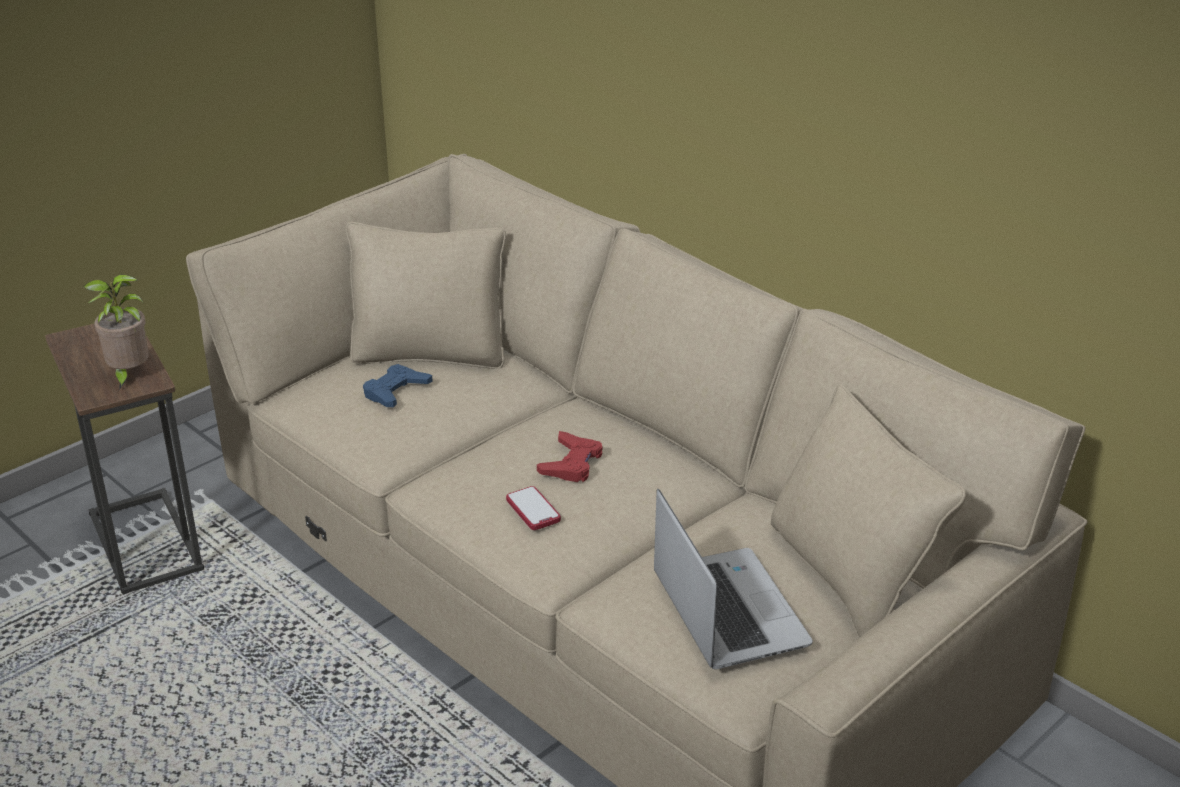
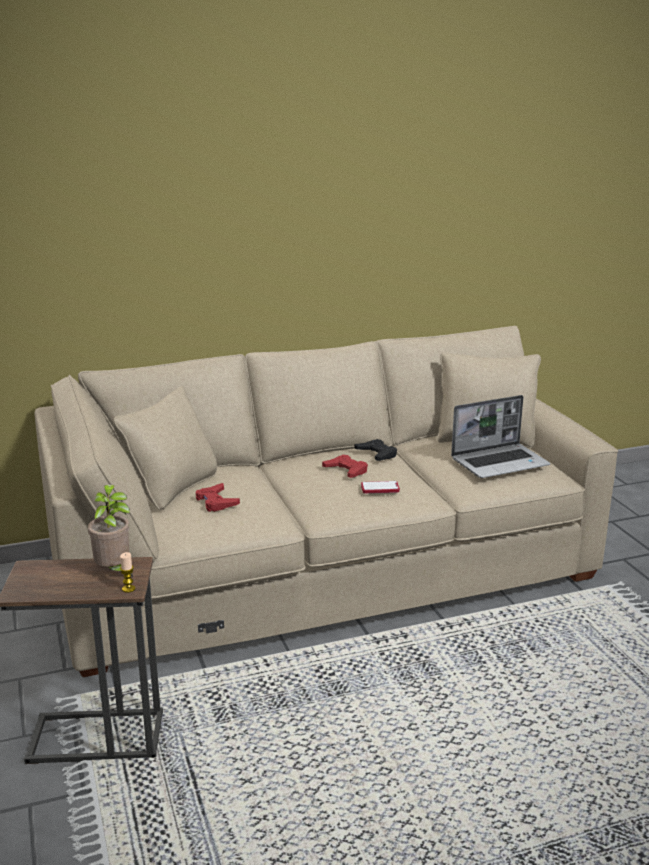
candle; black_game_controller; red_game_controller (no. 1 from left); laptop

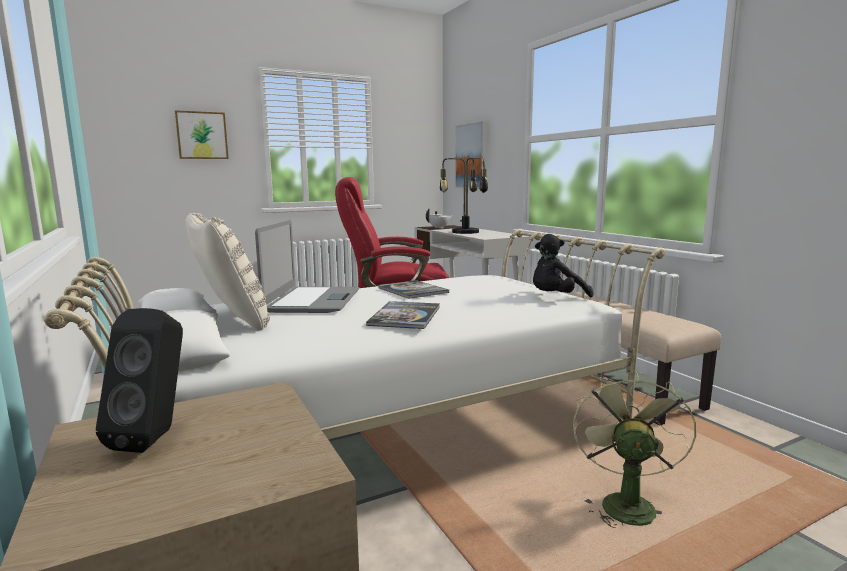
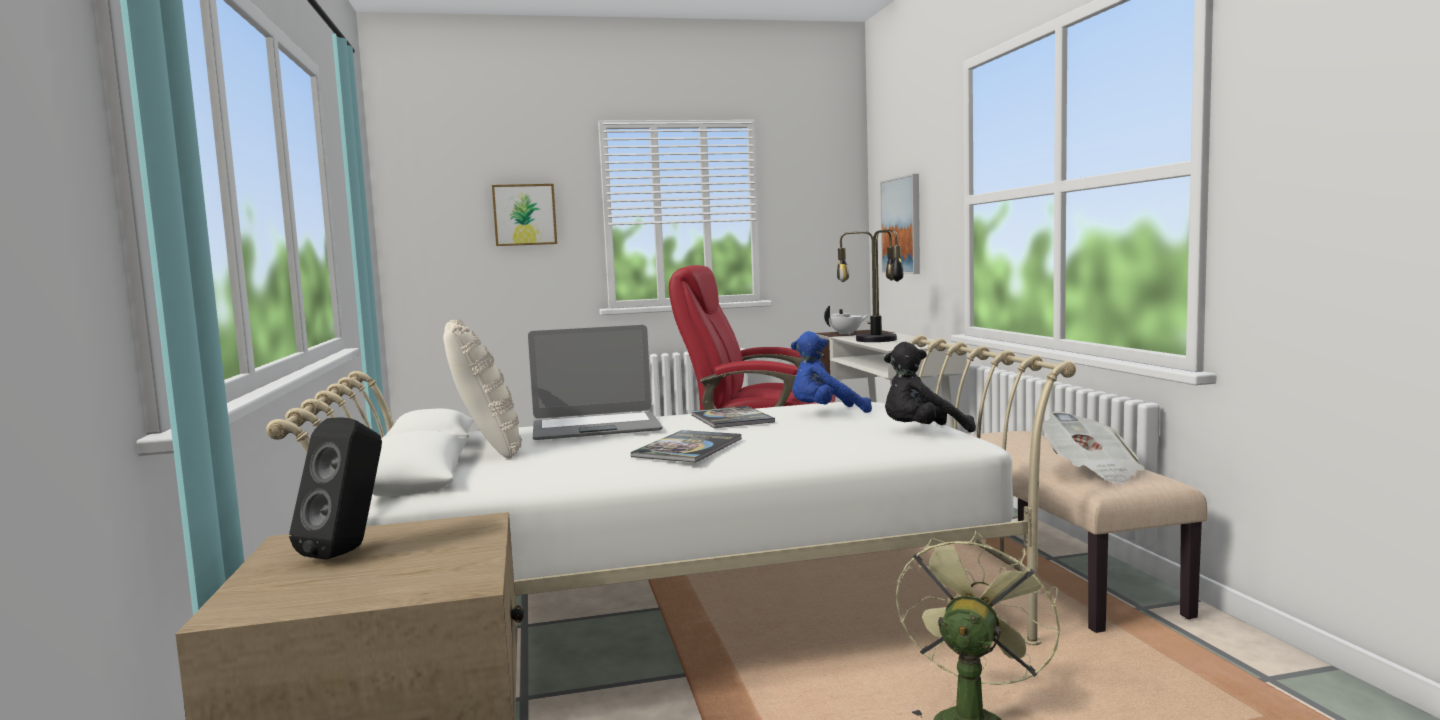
blue_plush_toy; newspaper; laptop

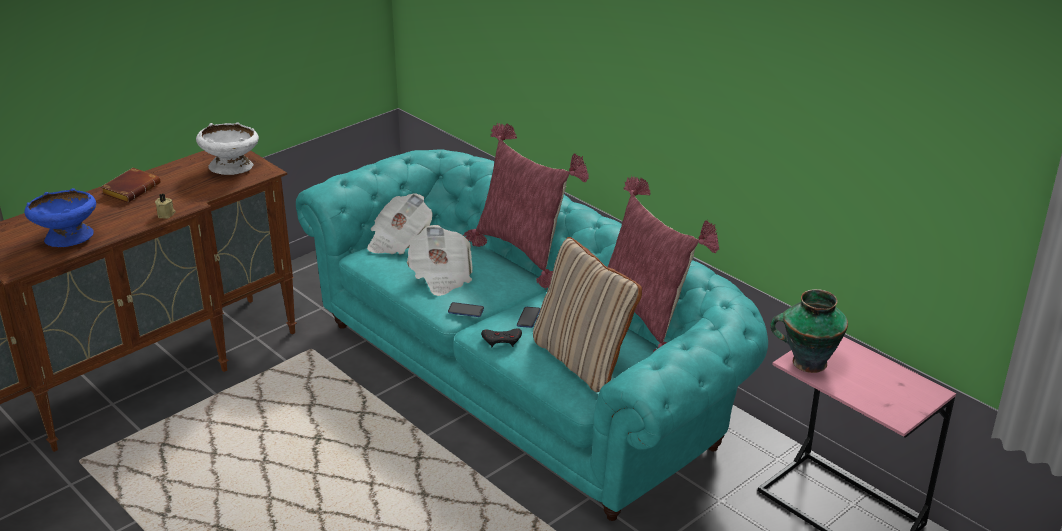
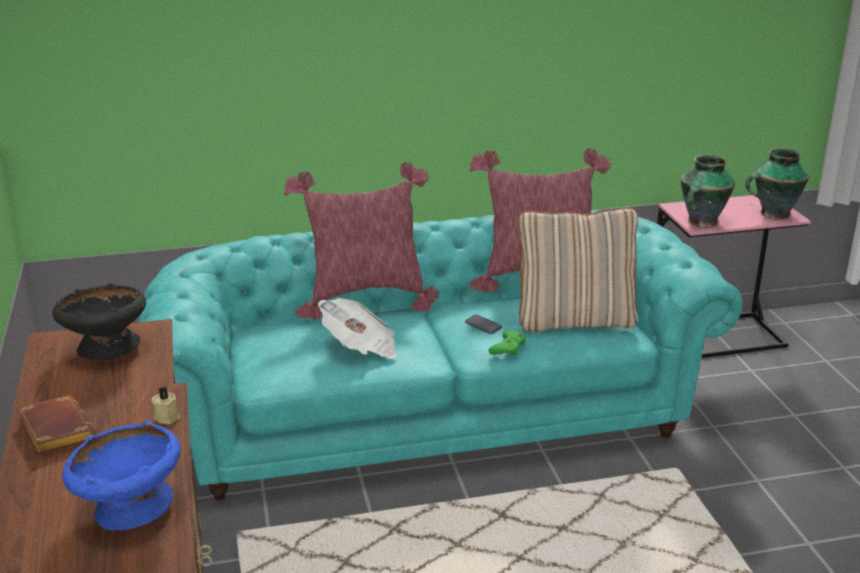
newspaper (no. 1 from left in the first image); phone (no. 1 from left in the first image); vase (no. 2 from left); black_bowl; green_game_controller

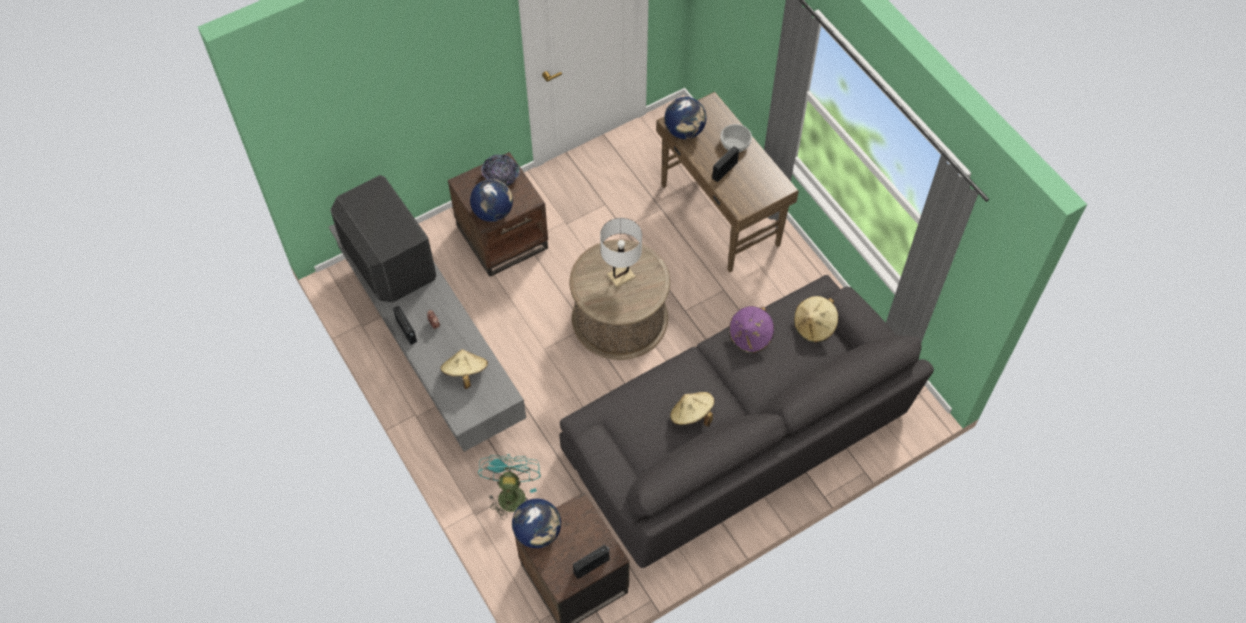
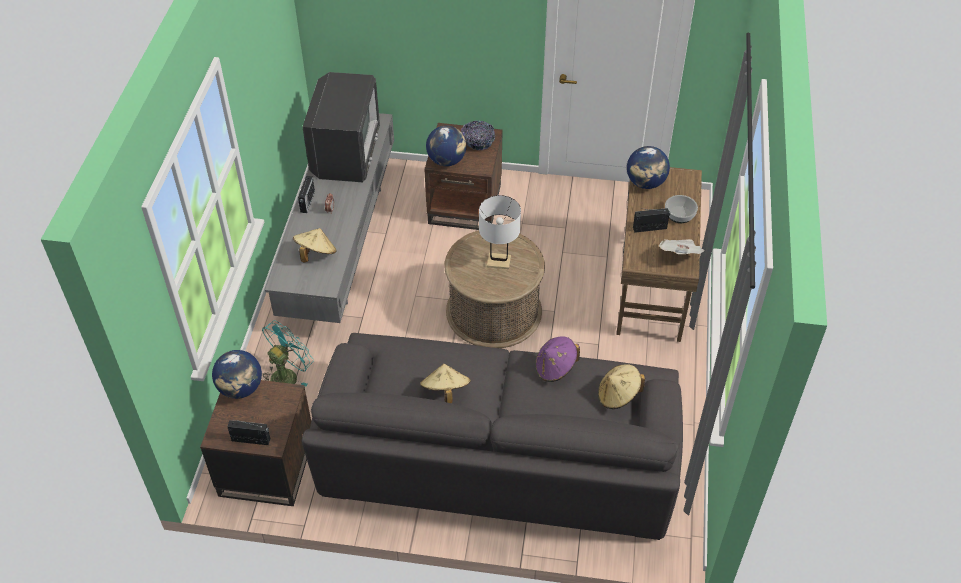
newspaper

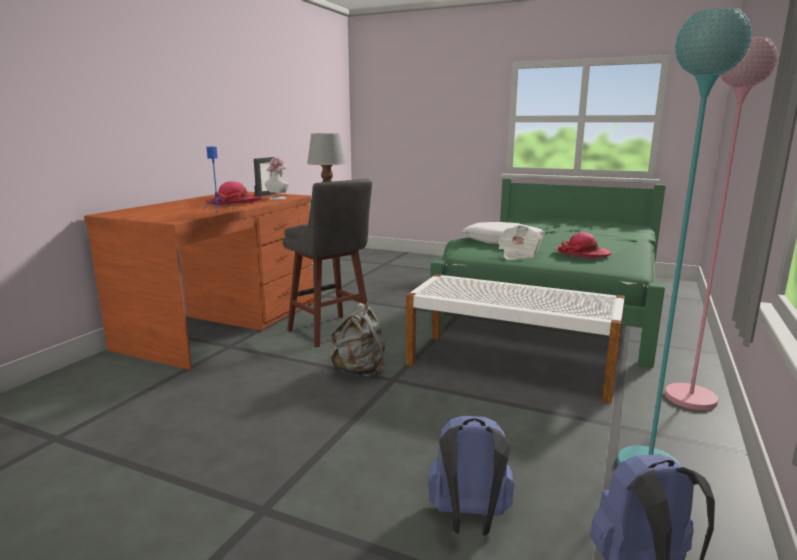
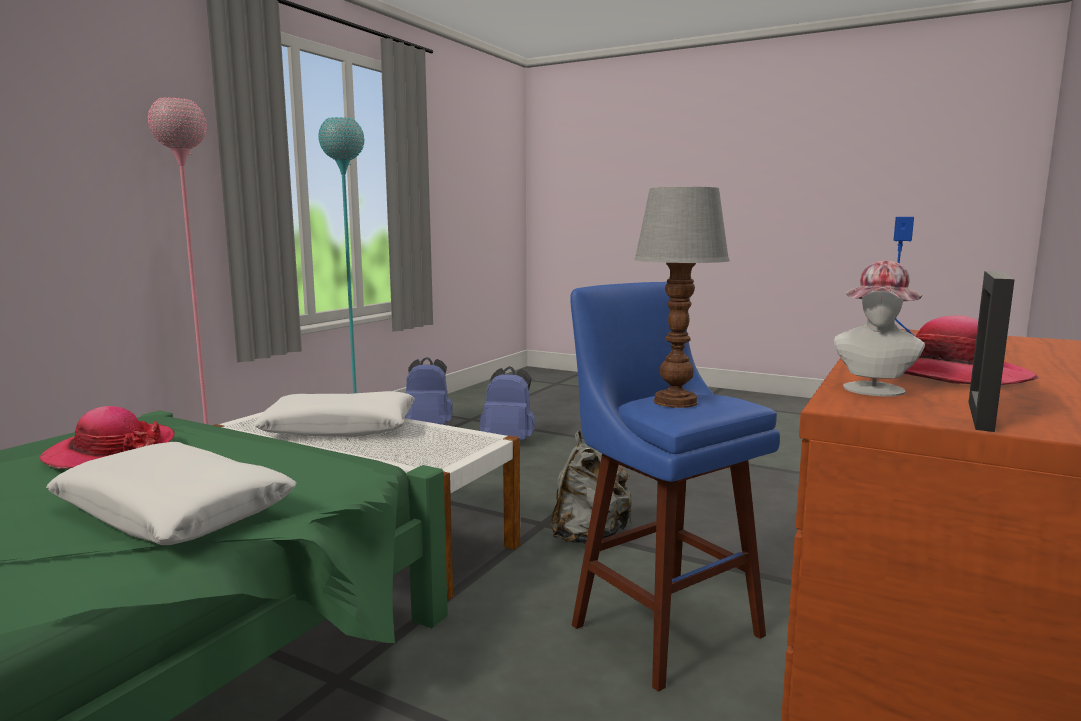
newspaper; white_pillow (no. 2 from left); blue_stool

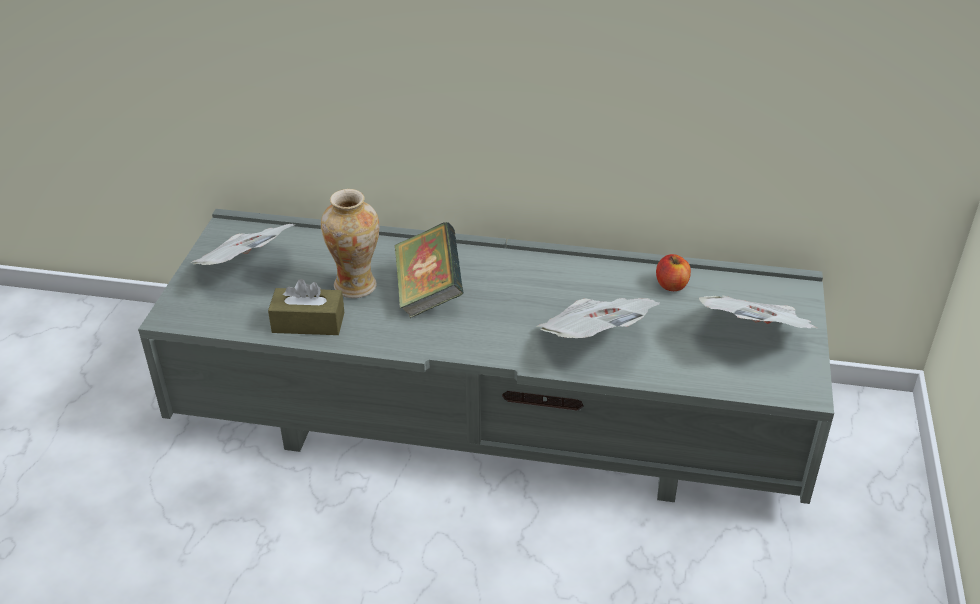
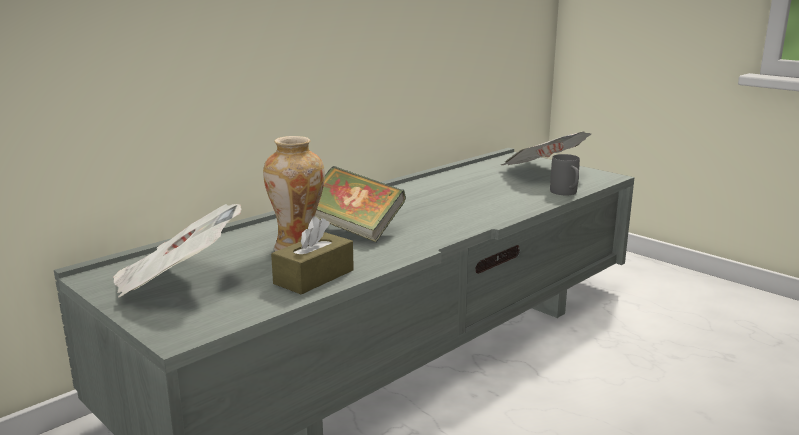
newspaper (no. 2 from left in the first image); apple; grey_mug

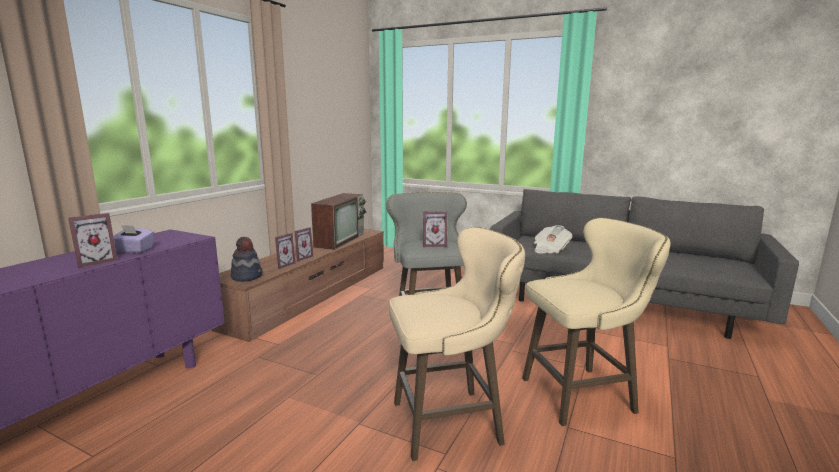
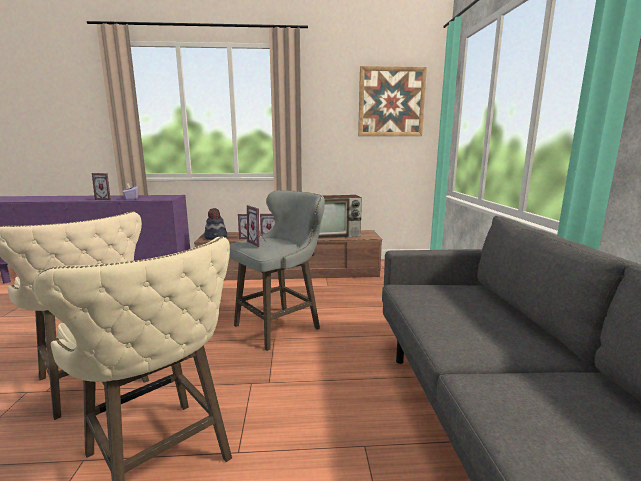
newspaper; picture

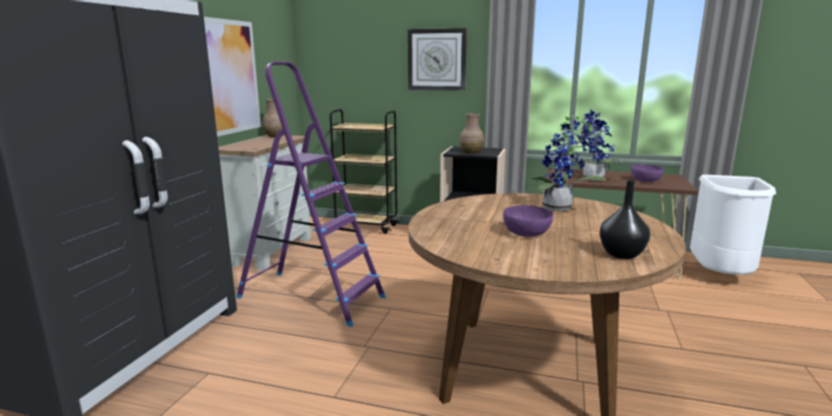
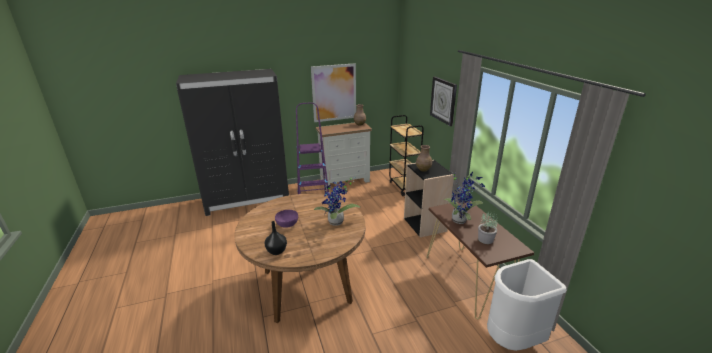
potted_plant (no. 3 from left)

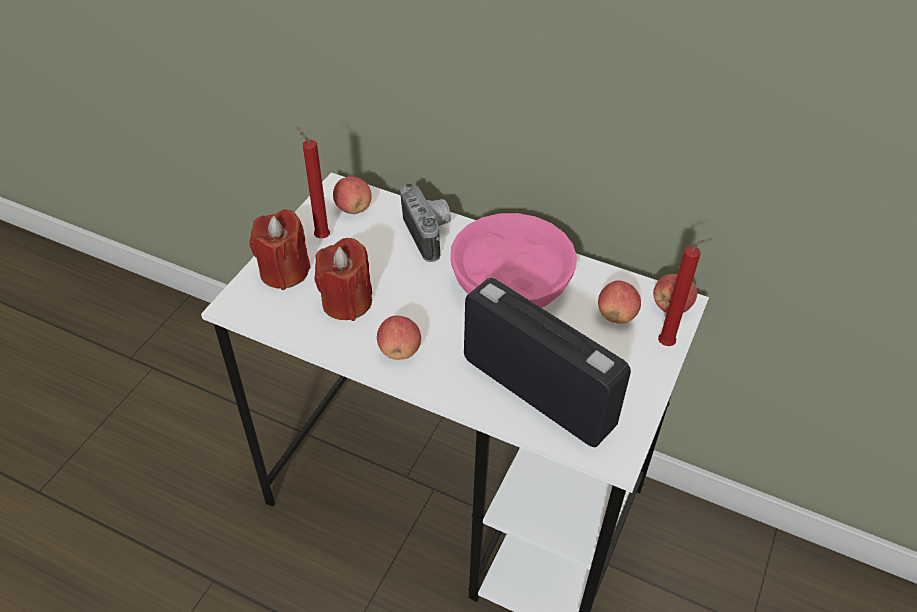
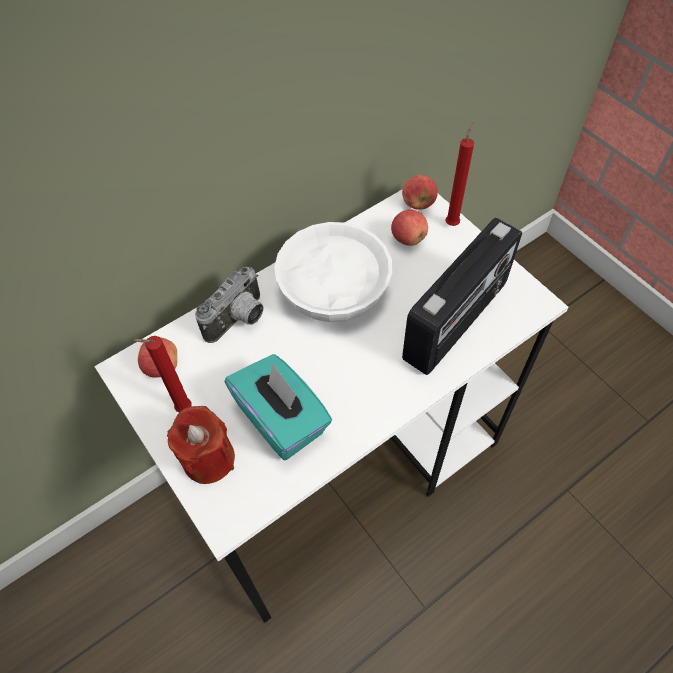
apple (no. 2 from left in the first image); turquoise_tissue_box; white_bowl; photo_camera; radio

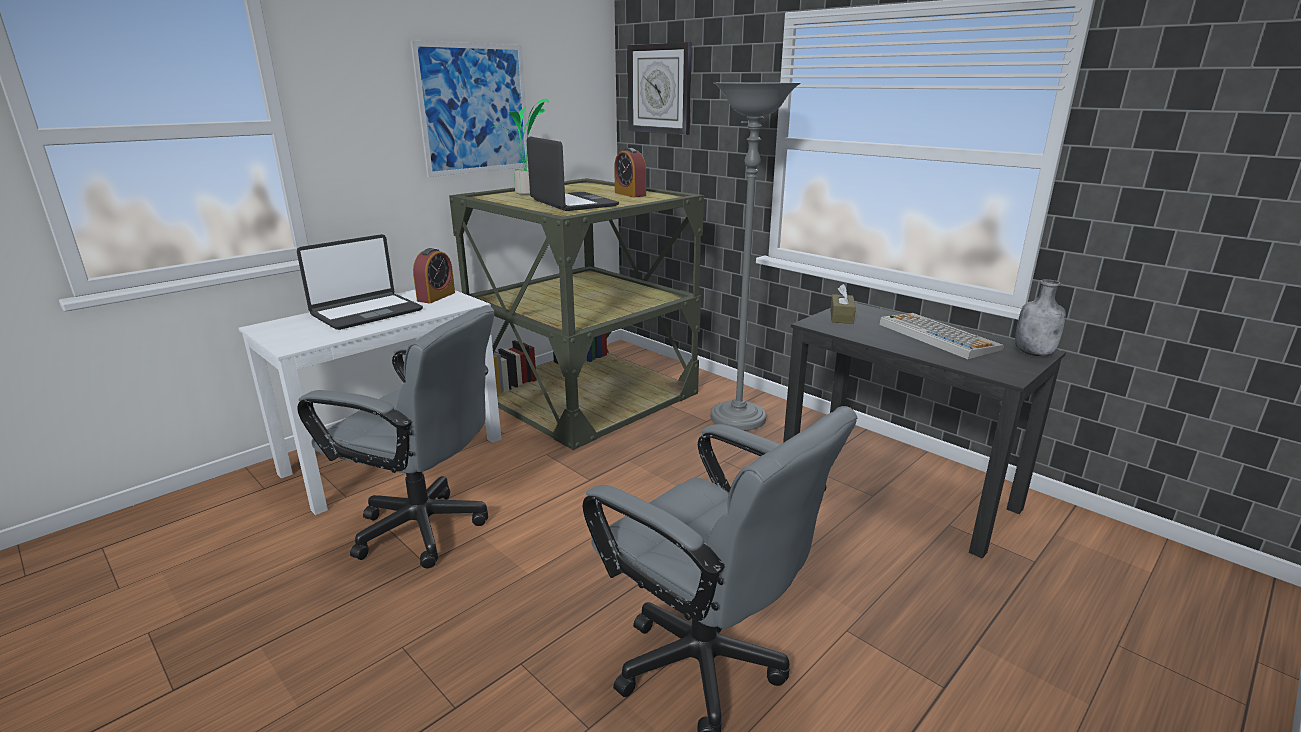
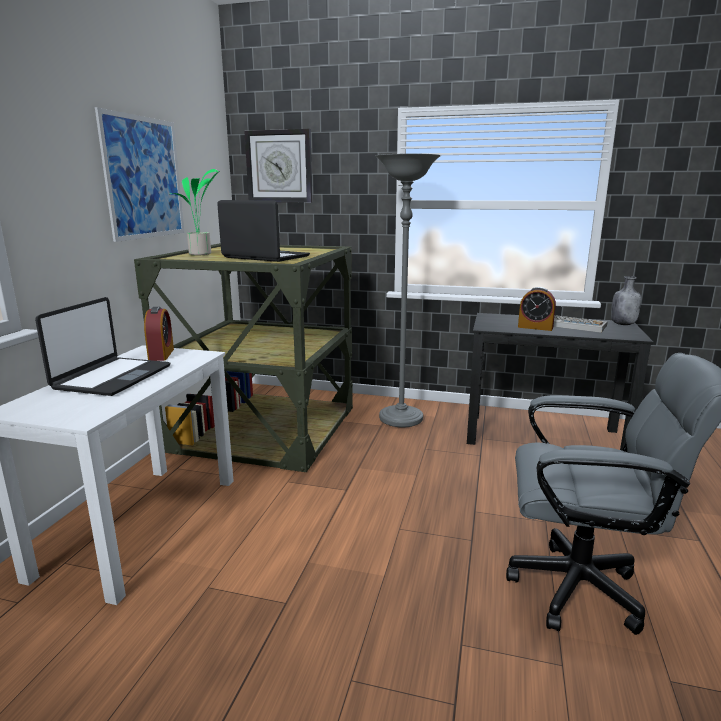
grey_office_chair (no. 1 from left in the first image); brown_tissue_box; alarm_clock (no. 2 from left)

